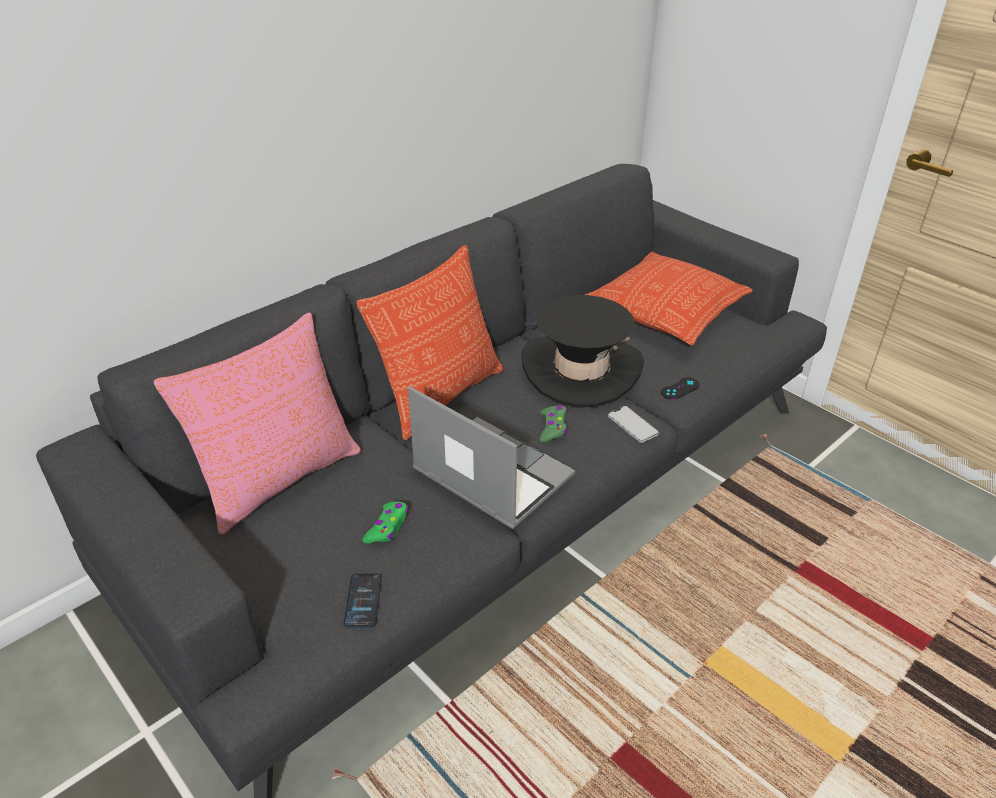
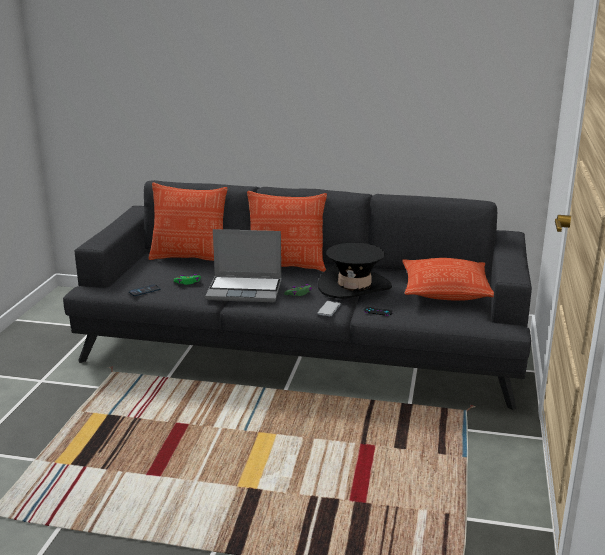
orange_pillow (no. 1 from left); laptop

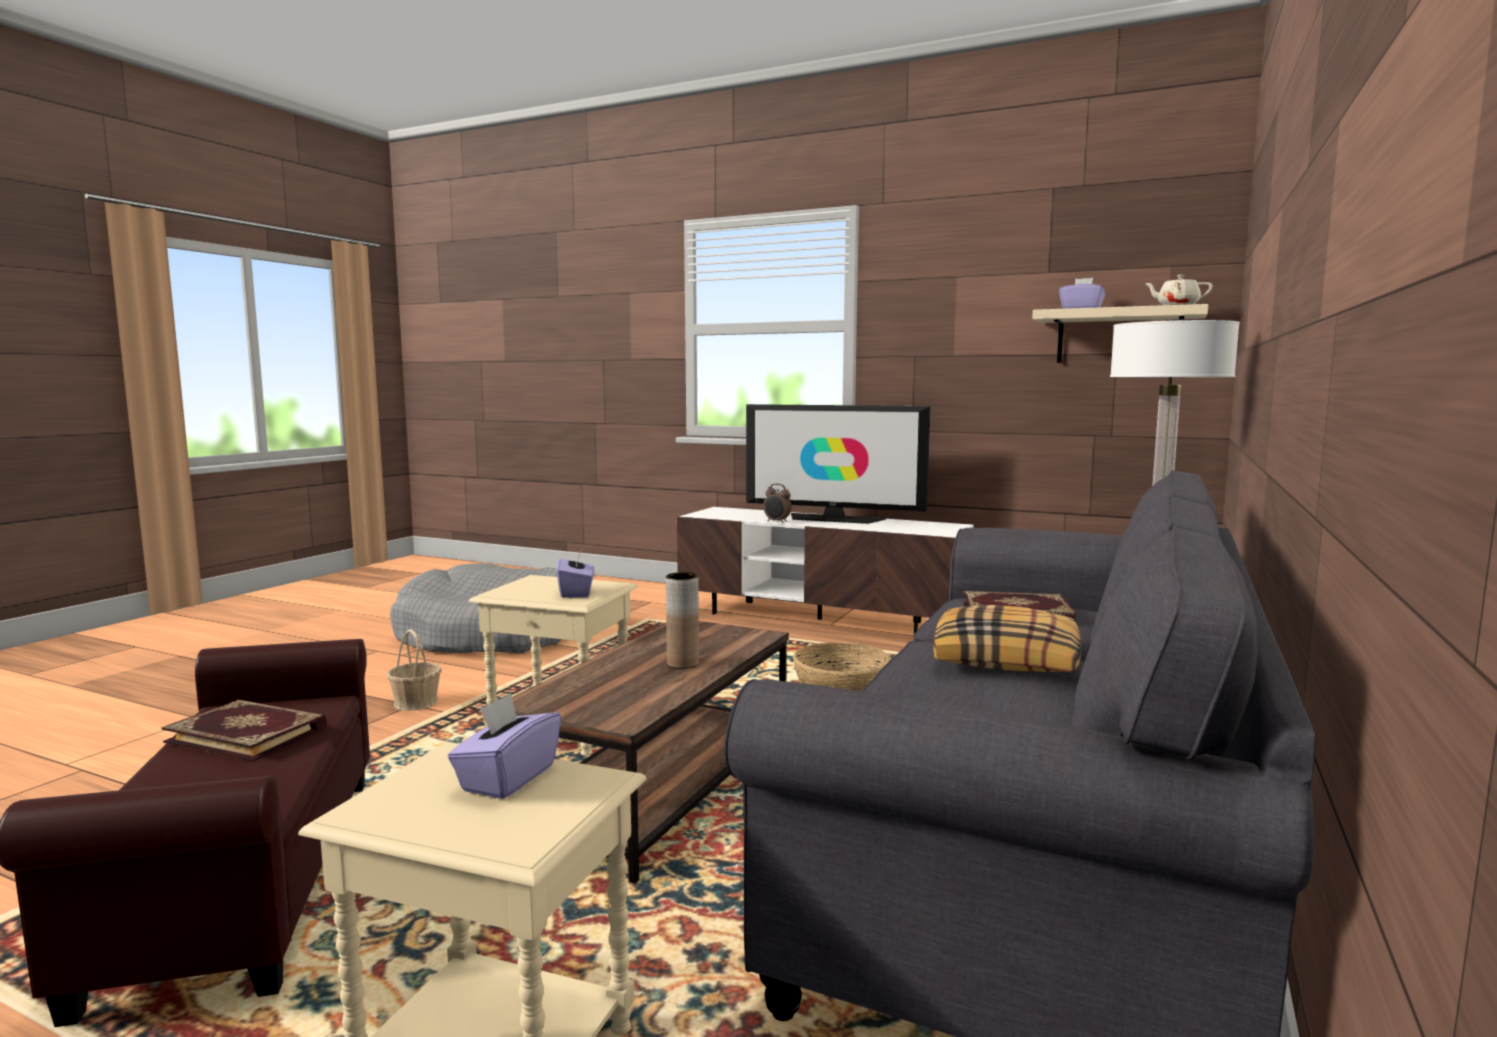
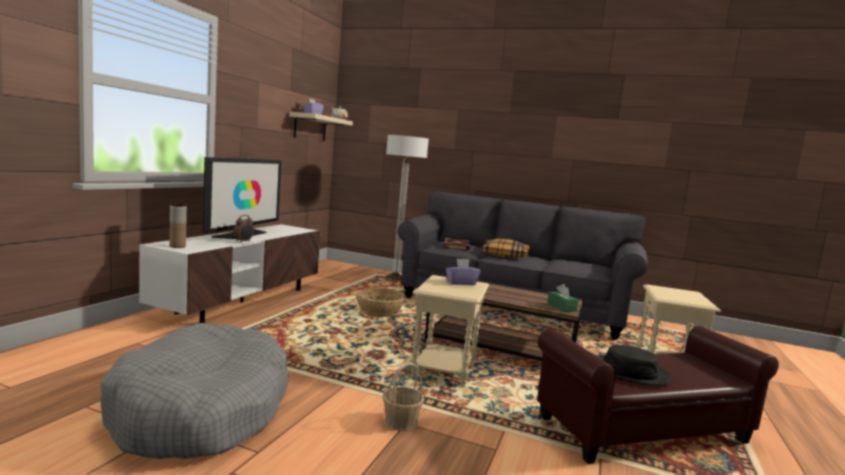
purple_tissue_box (no. 1 from left in the first image); green_tissue_box; brown_vase; black_hat

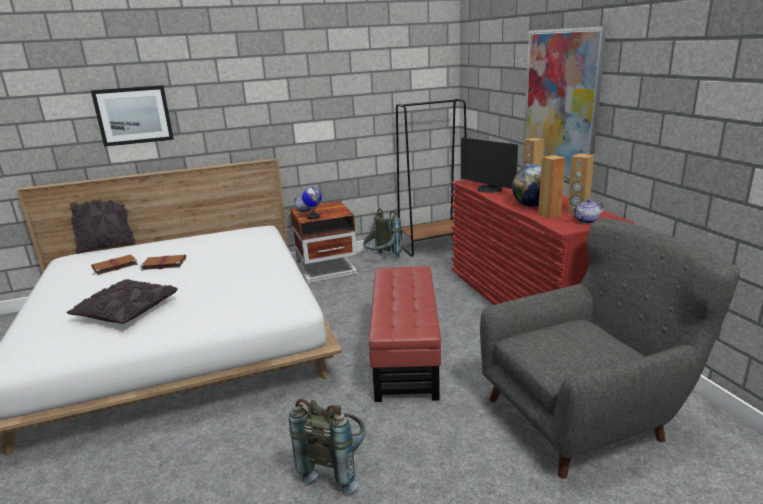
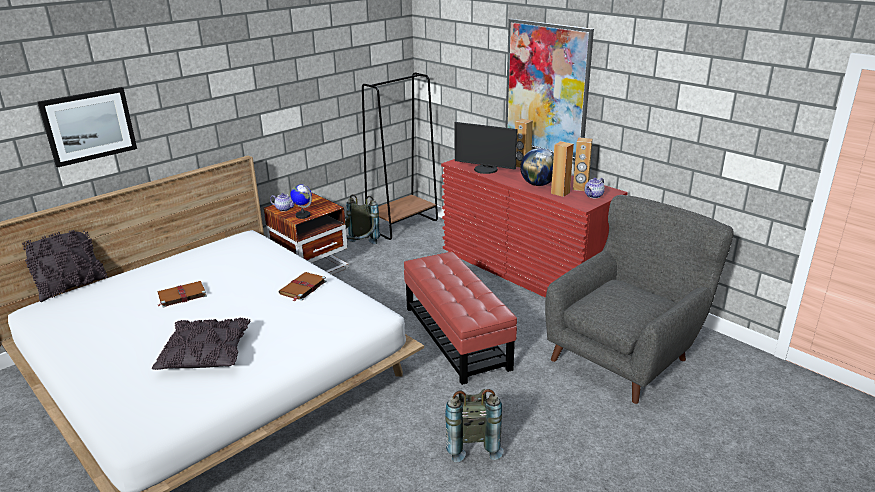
brown_book (no. 2 from left)

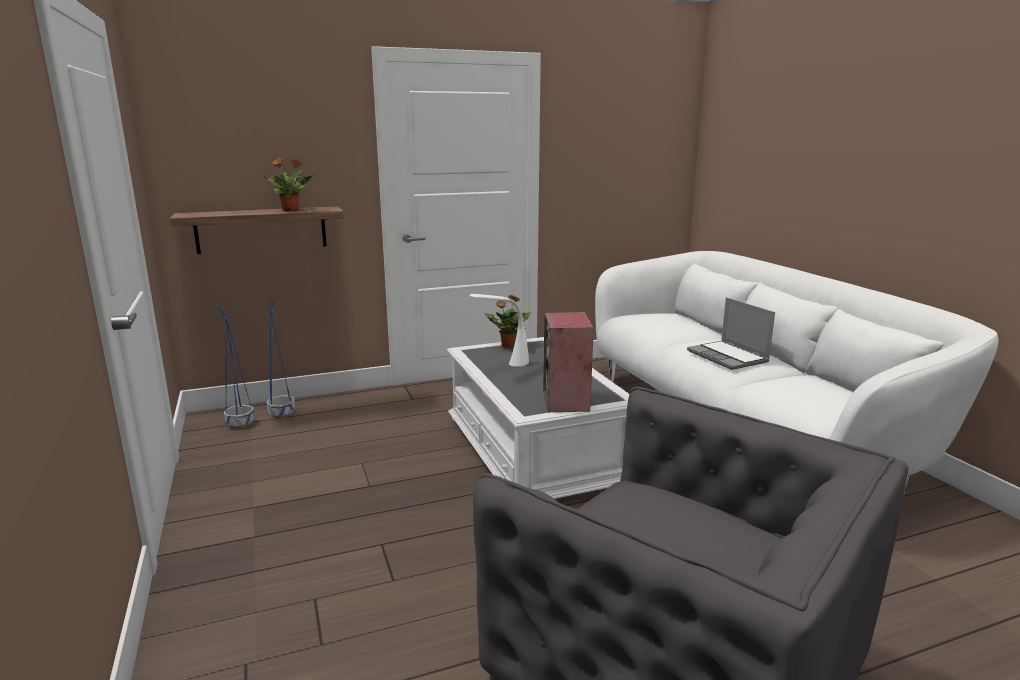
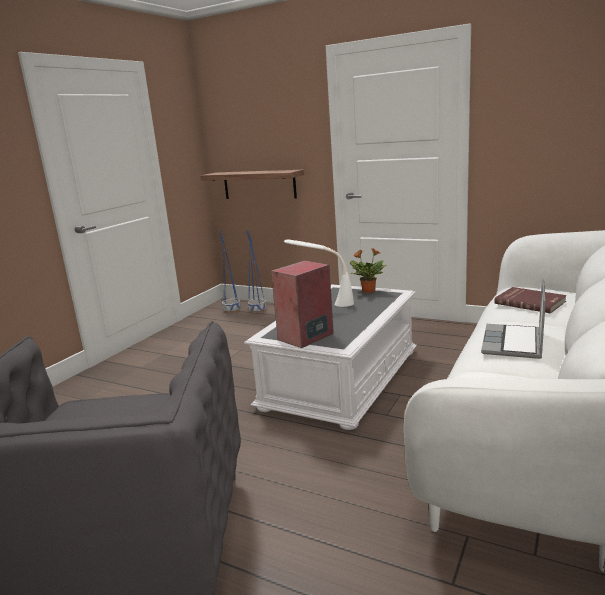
potted_plant (no. 1 from left in the first image); red_book

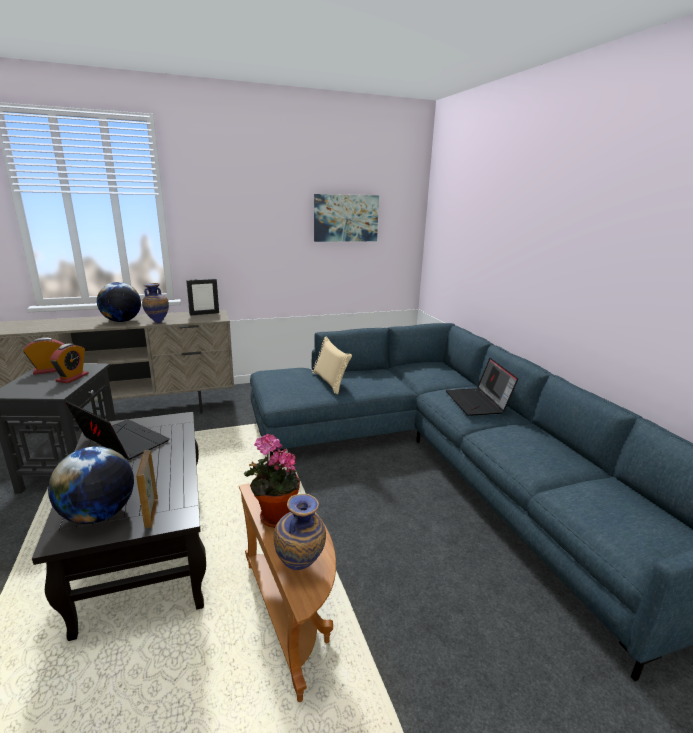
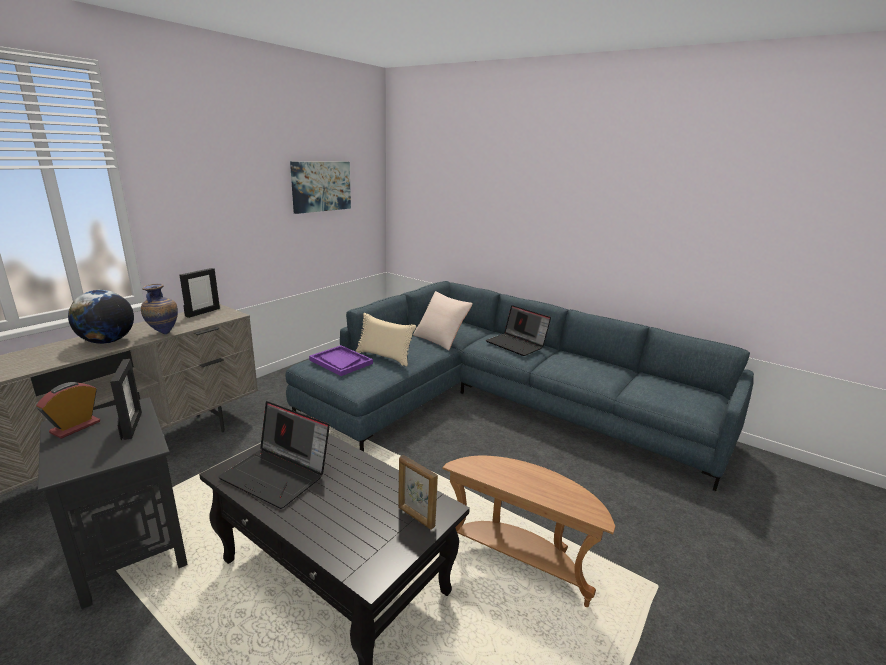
globe (no. 1 from left in the first image); potted_plant; vase (no. 2 from left in the first image); purple_tray; beige_pillow (no. 2 from left); picture_frame (no. 1 from left); laptop (no. 1 from left)

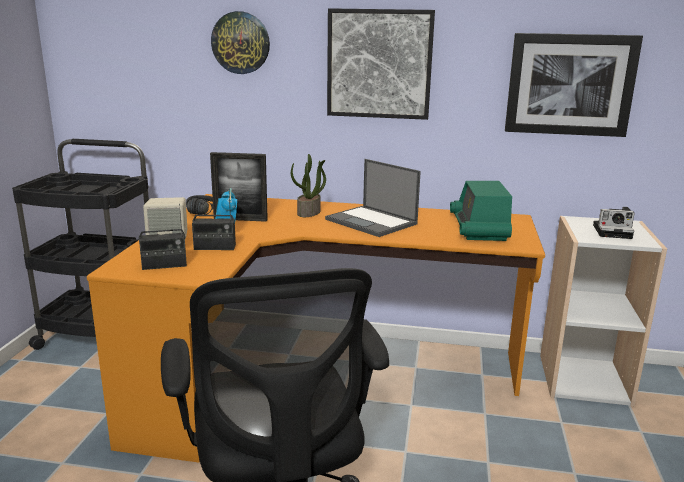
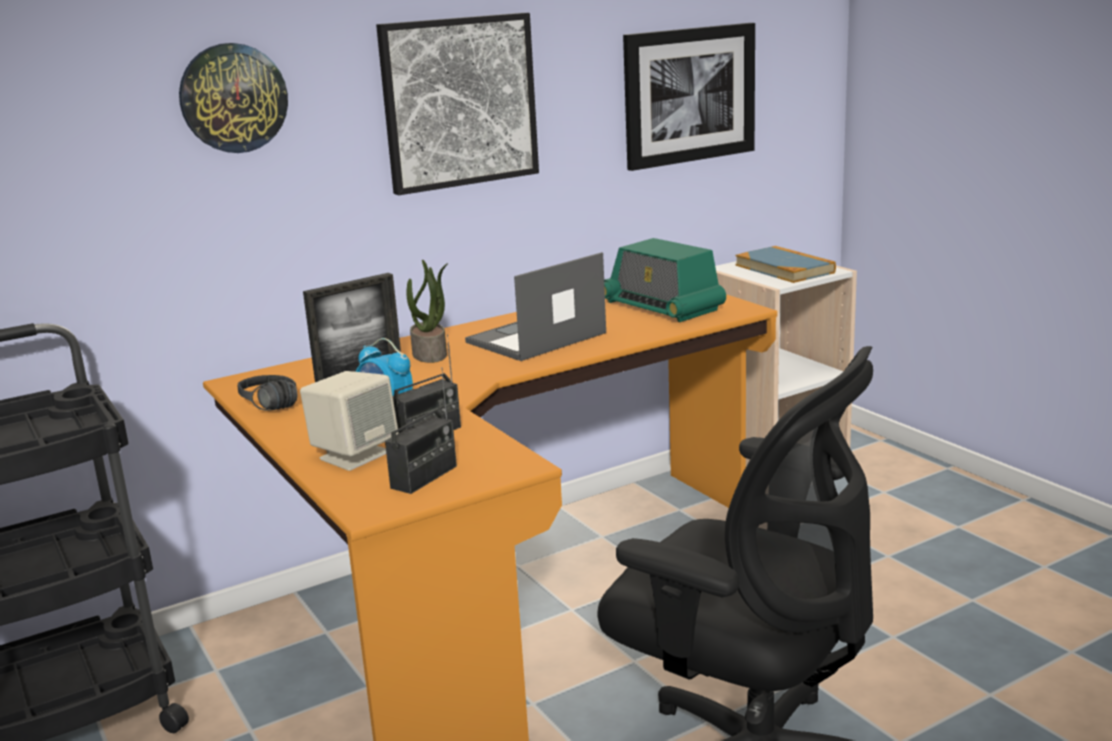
book; laptop

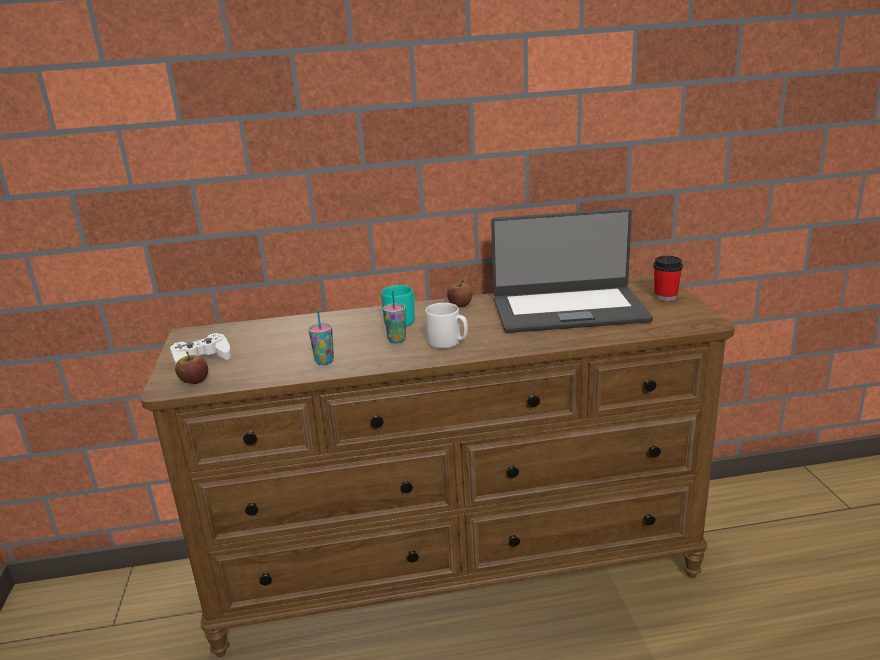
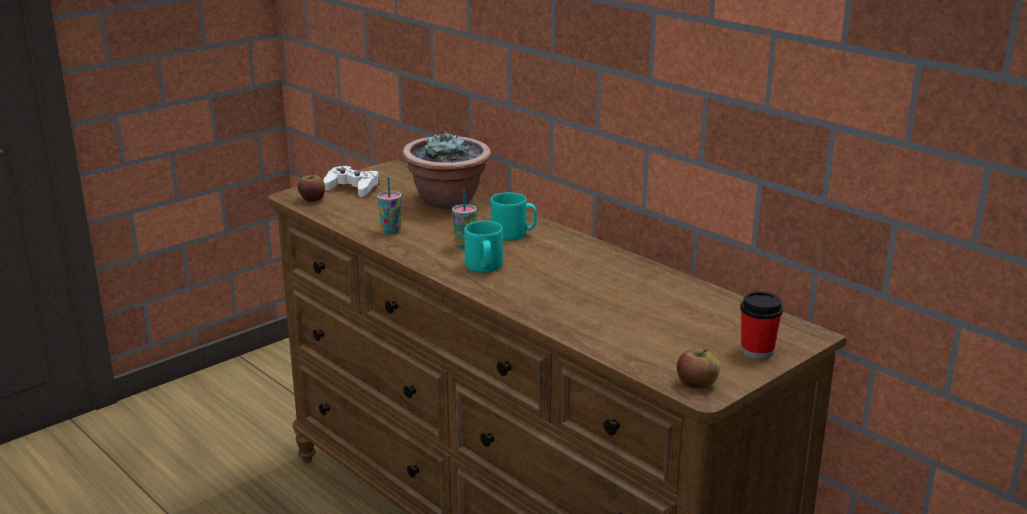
laptop; potted_plant; apple (no. 2 from left); turquoise_mug (no. 1 from left)

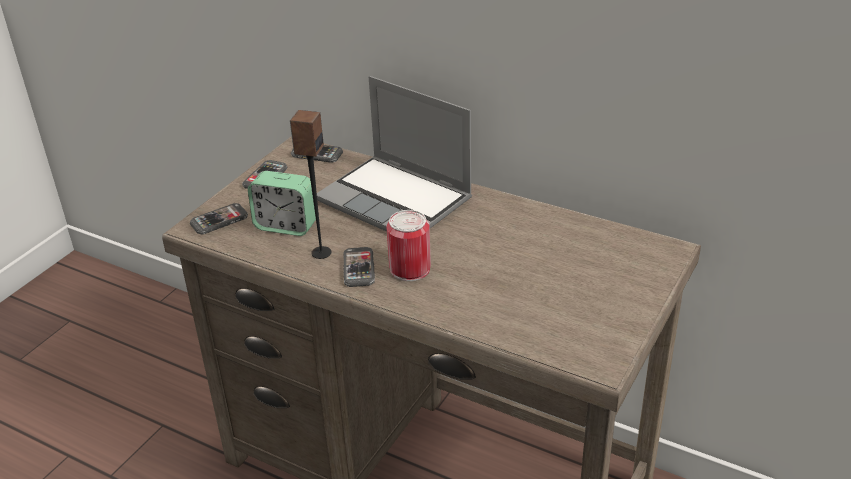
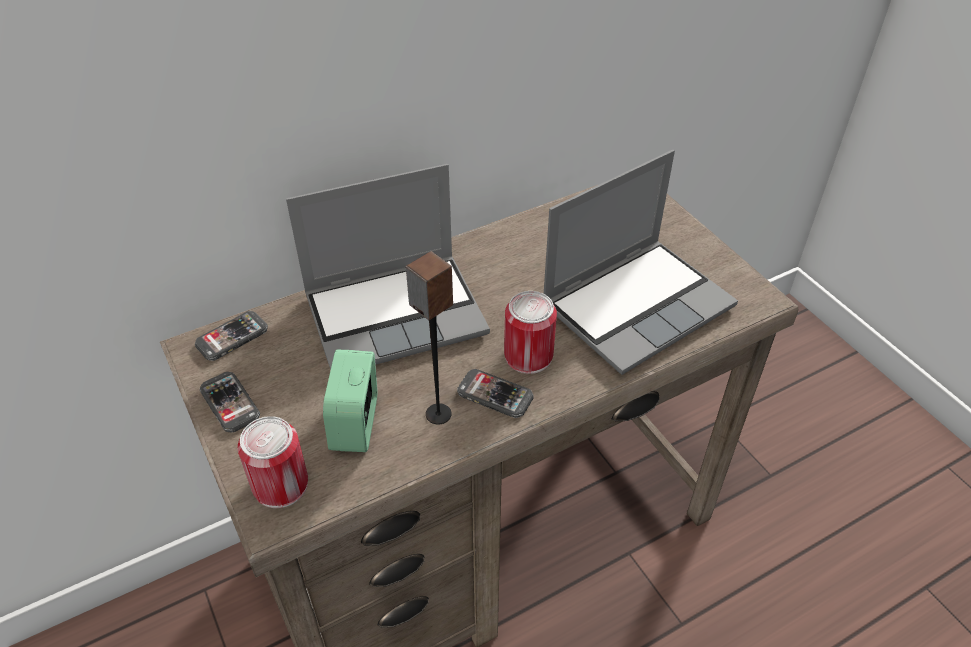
laptop (no. 2 from left); can (no. 1 from left); alarm_clock

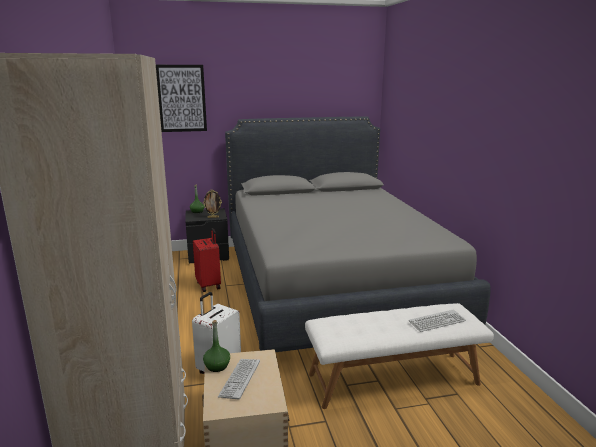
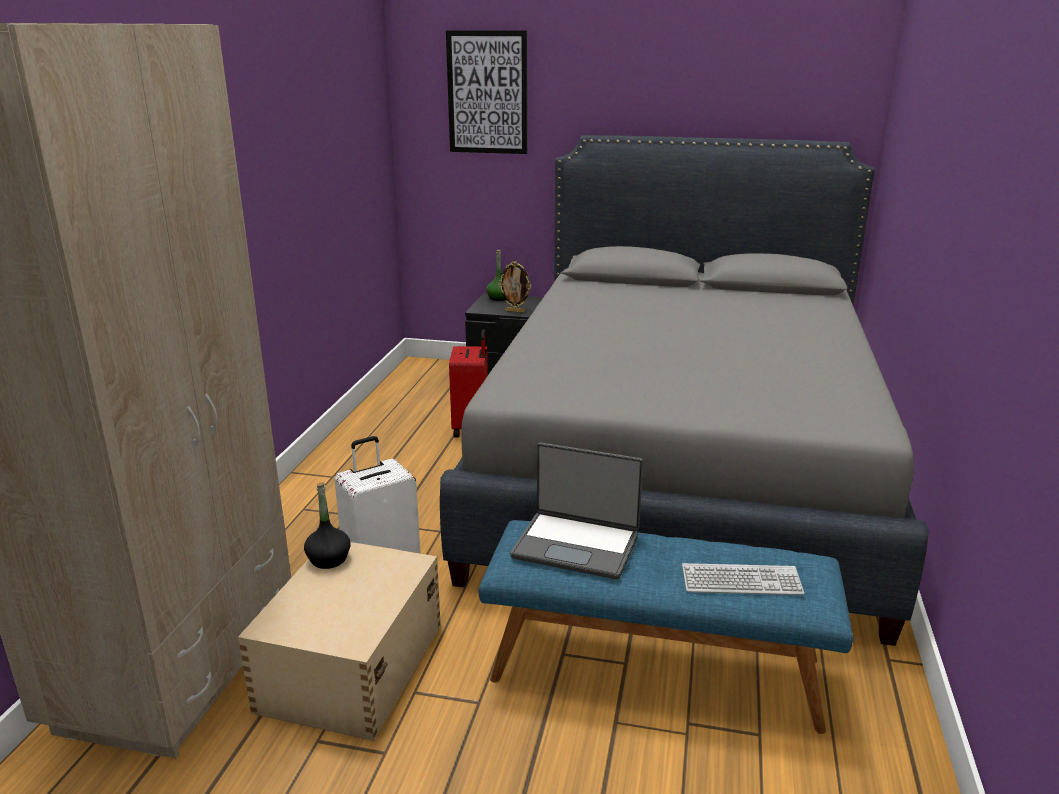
keyboard (no. 1 from left in the first image); laptop; black_bottle; blue_bench

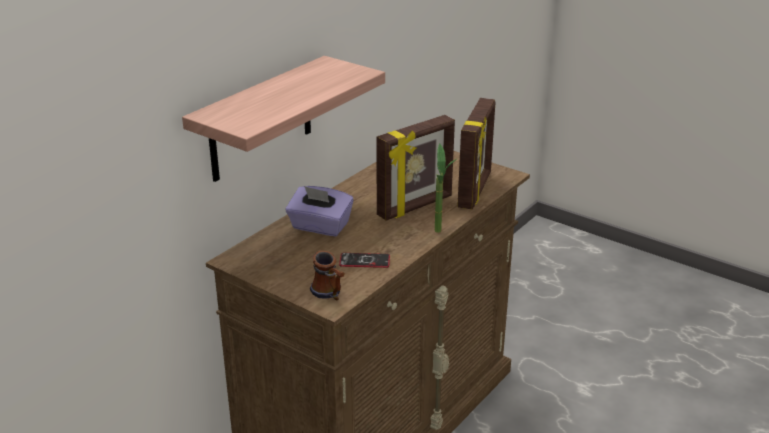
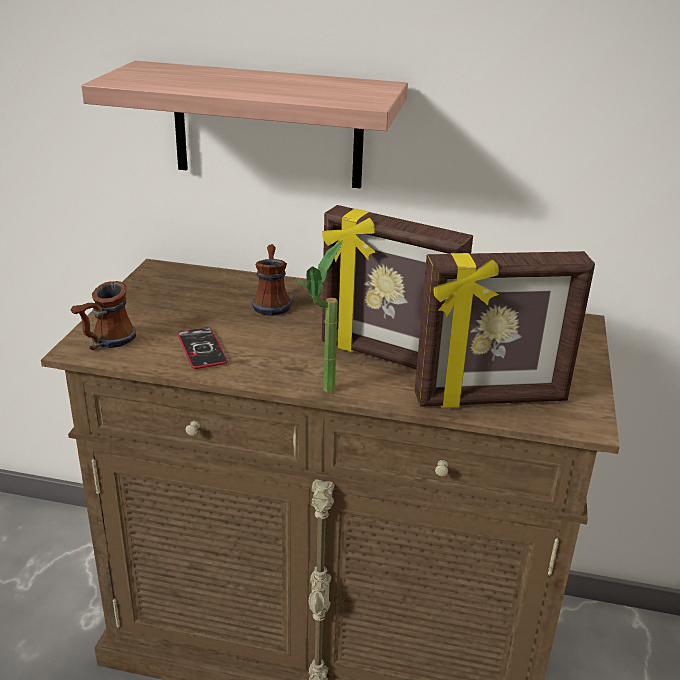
mug (no. 2 from left)

